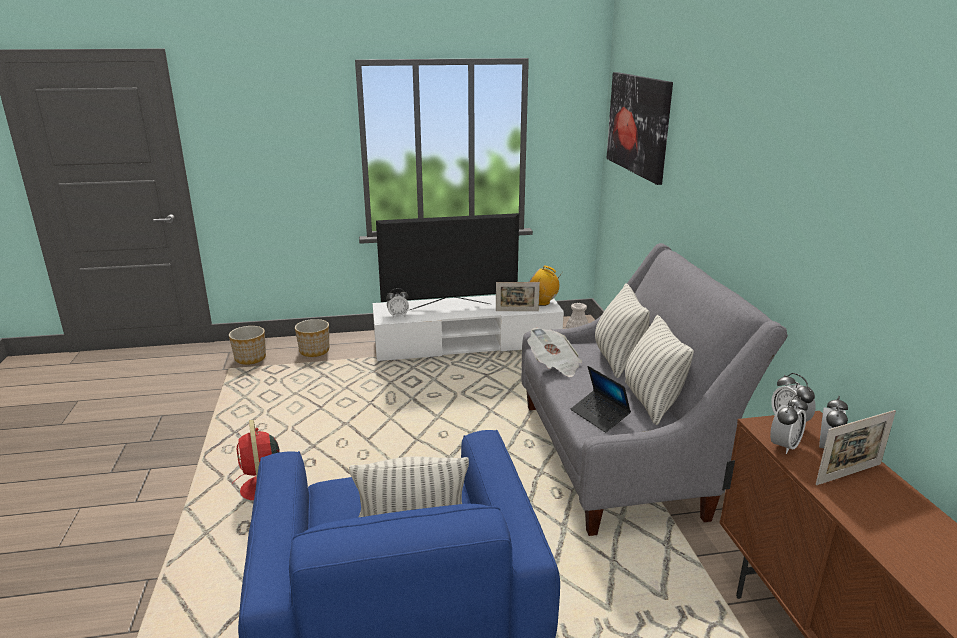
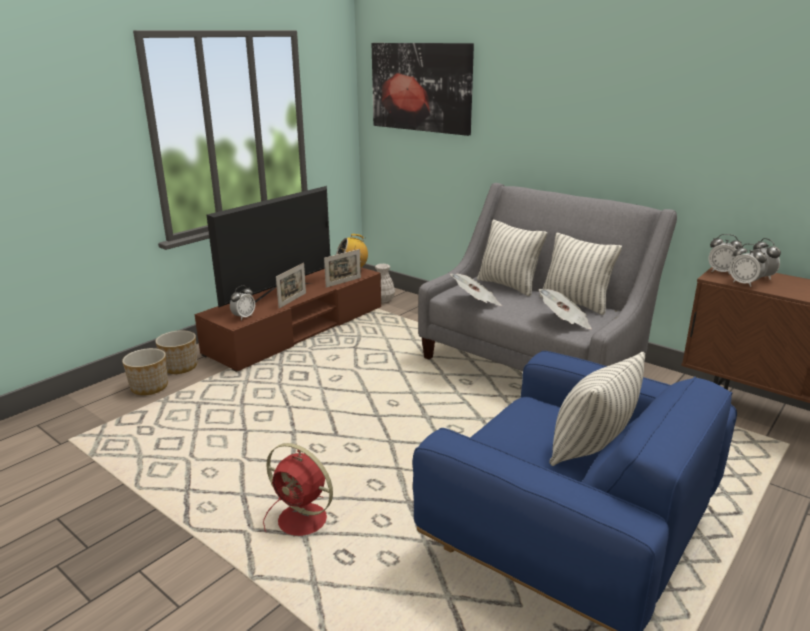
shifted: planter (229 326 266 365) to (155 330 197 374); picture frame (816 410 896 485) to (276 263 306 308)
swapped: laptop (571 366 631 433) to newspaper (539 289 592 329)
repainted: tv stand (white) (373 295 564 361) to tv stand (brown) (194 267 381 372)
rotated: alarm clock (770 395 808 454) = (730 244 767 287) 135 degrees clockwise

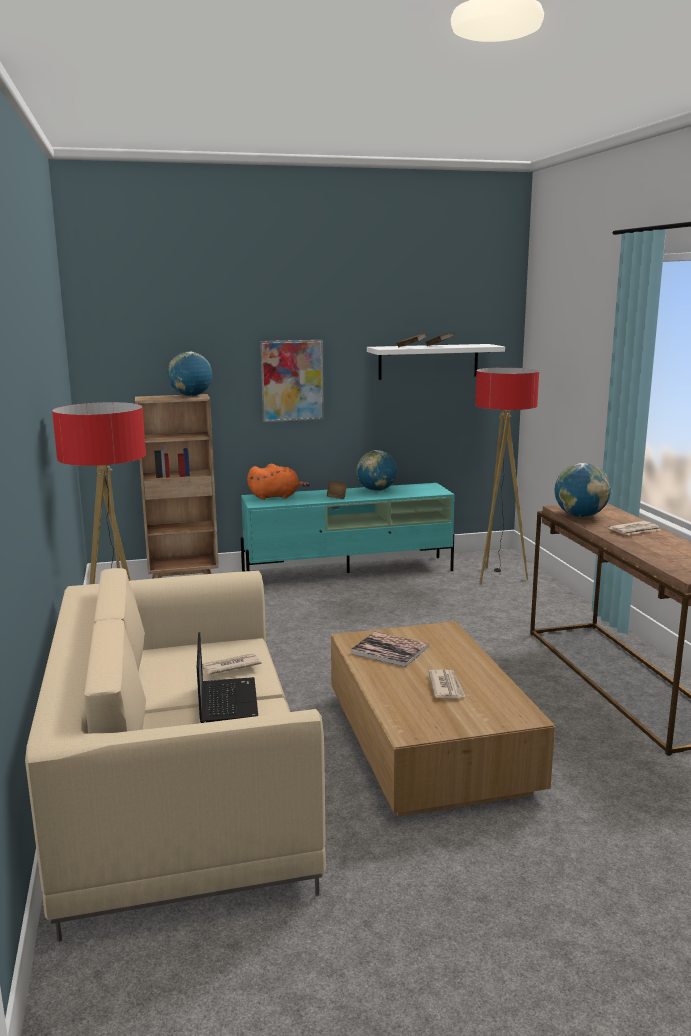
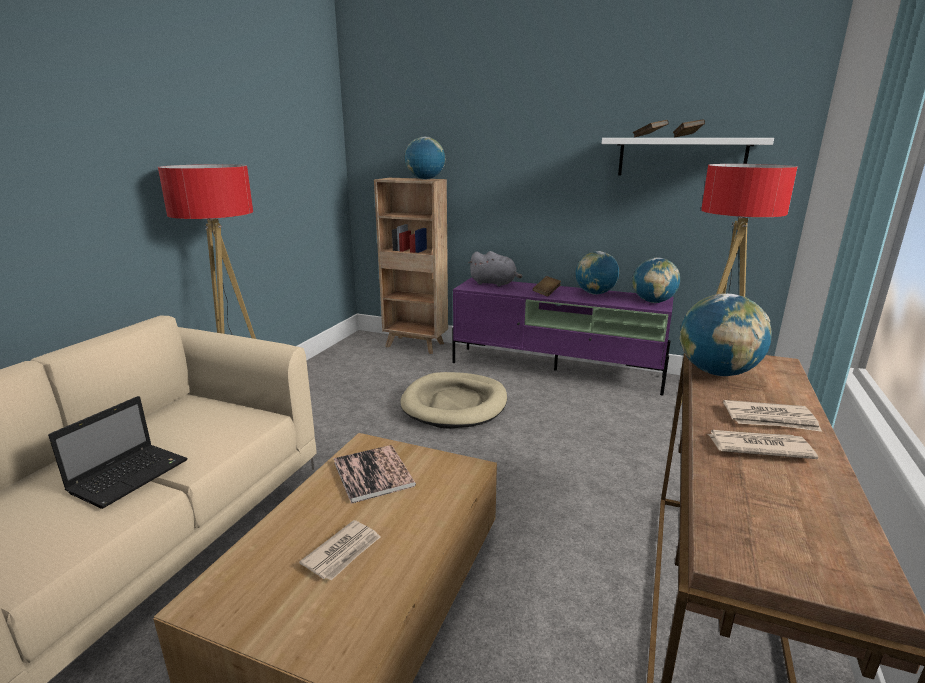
gone: picture (260 340 324 422)
new: dog bed (beige) (400 372 507 429); globe (632 258 680 303)
shifted: newspaper (202 653 262 675) to (708 430 818 459)
repainted: tv stand (turquoise) (241 483 455 573) to tv stand (purple) (452 278 673 396); plush toy (orange) (247 464 310 500) to plush toy (grey) (468 251 522 287)

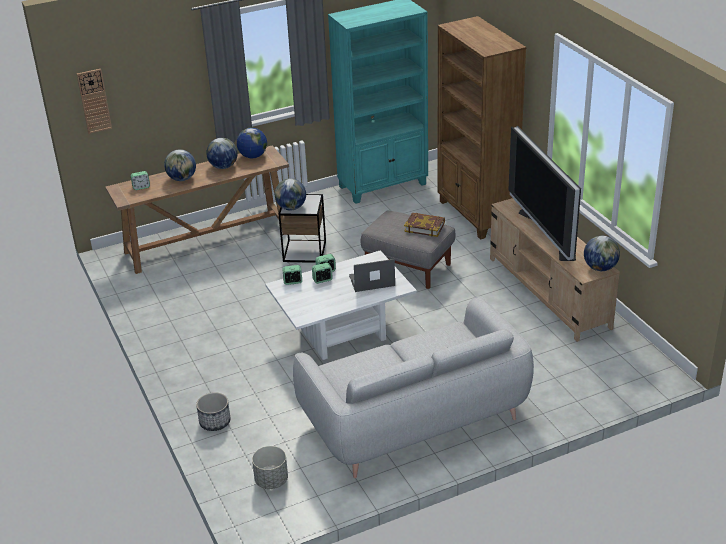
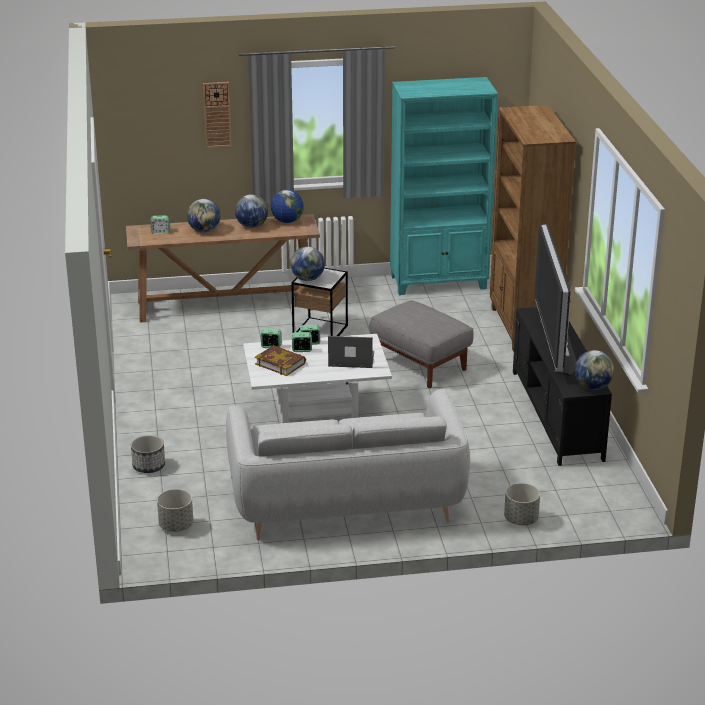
new: planter (grey) (504 483 540 525)
shifted: wall clock (77 69 112 134) to (203 82 231 148); book (404 213 445 237) to (255 345 306 376)
repainted: tv stand (beige) (490 198 620 342) to tv stand (black) (513 307 612 466)

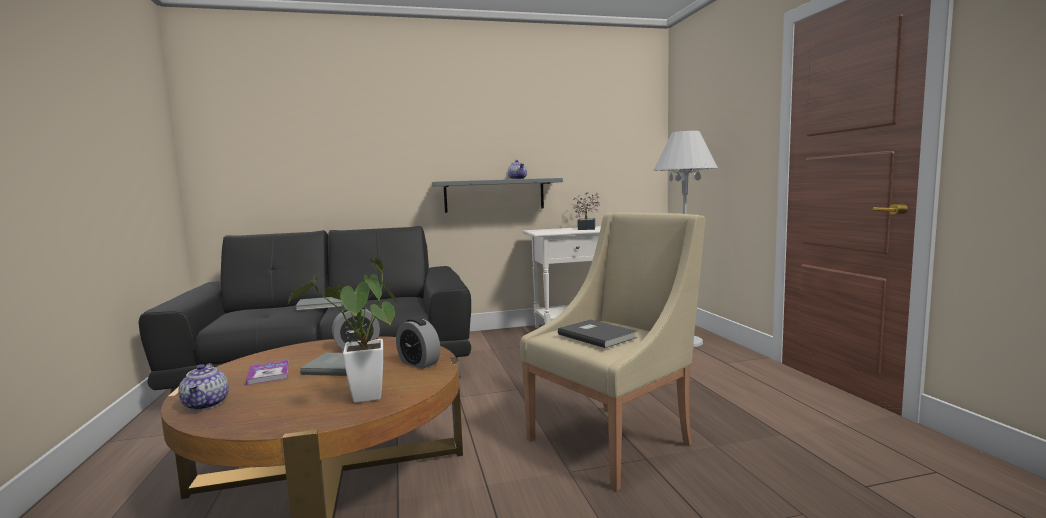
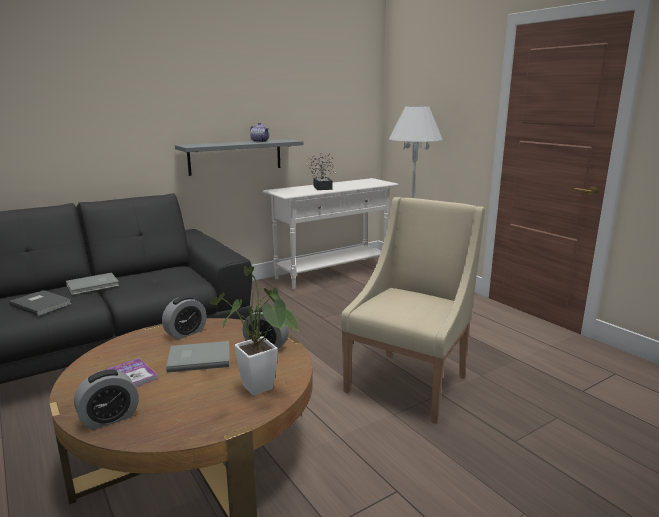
shifted: book (grey) (558 320 637 348) to (9 290 72 316)
swapped: teapot (178 363 229 410) to alarm clock (74 369 139 430)

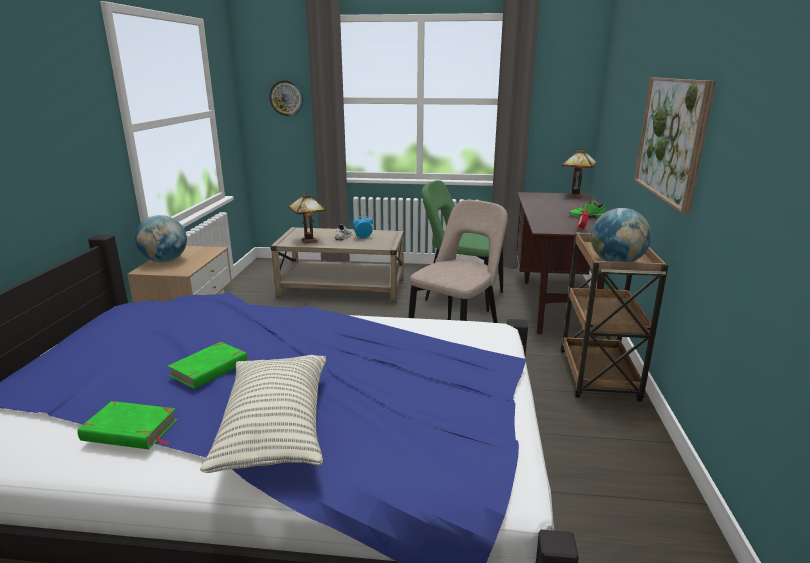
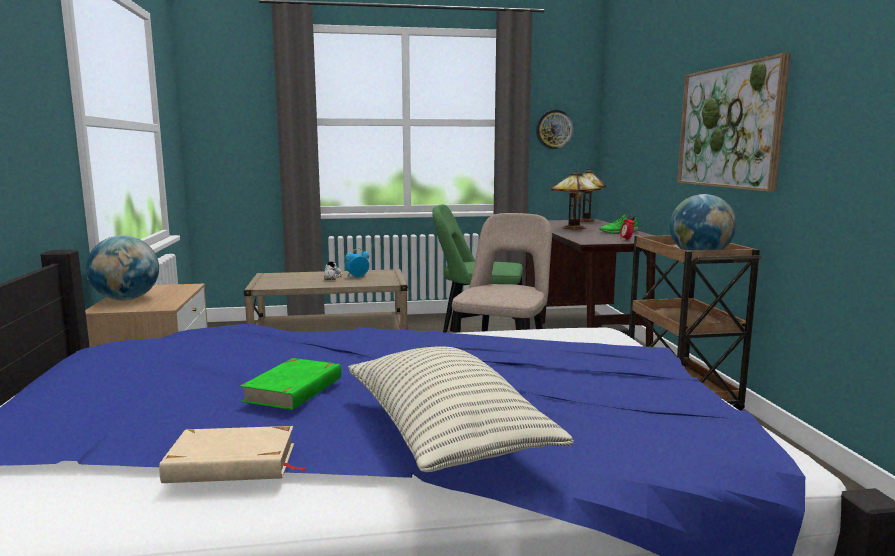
shifted: wall clock (269 80 303 116) to (536 110 574 149); table lamp (289 192 326 244) to (551 170 601 230)
repainted: book (green) (77 401 178 449) to book (beige) (159 426 306 483)

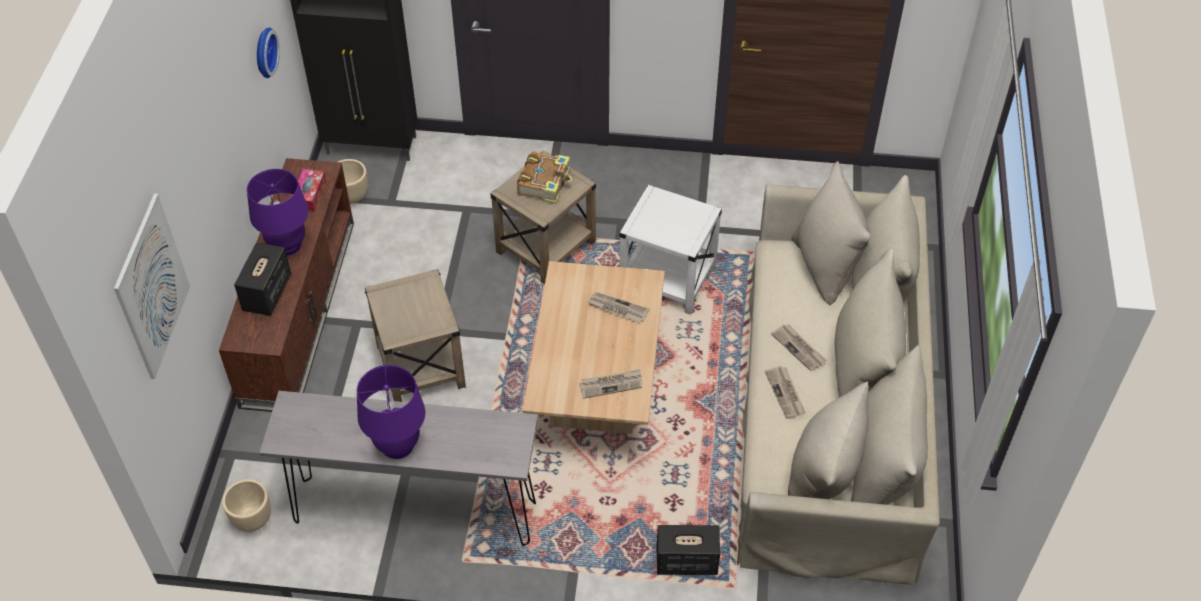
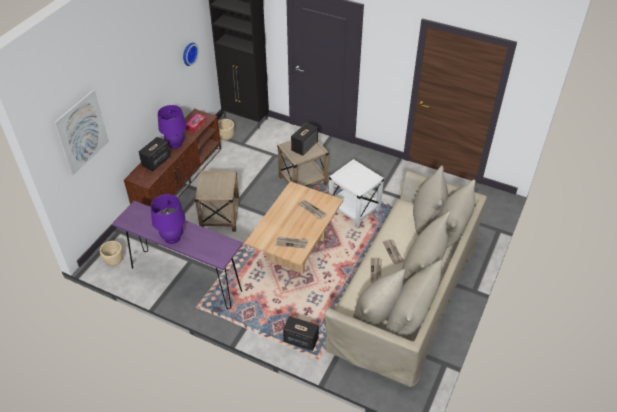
swapped: book (517 151 572 204) to speaker (291 122 318 156)
repainted: console table (grey) (259 391 538 546) to console table (purple) (112 201 243 309)

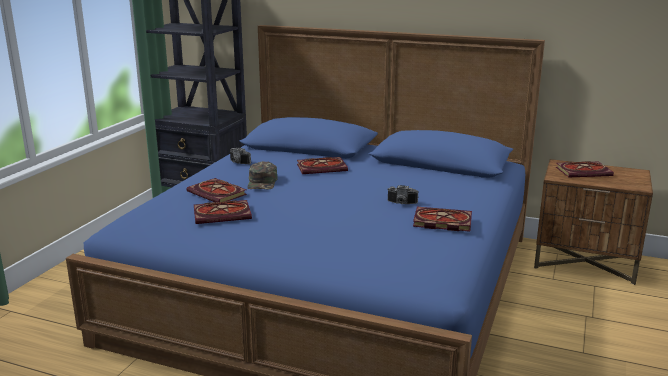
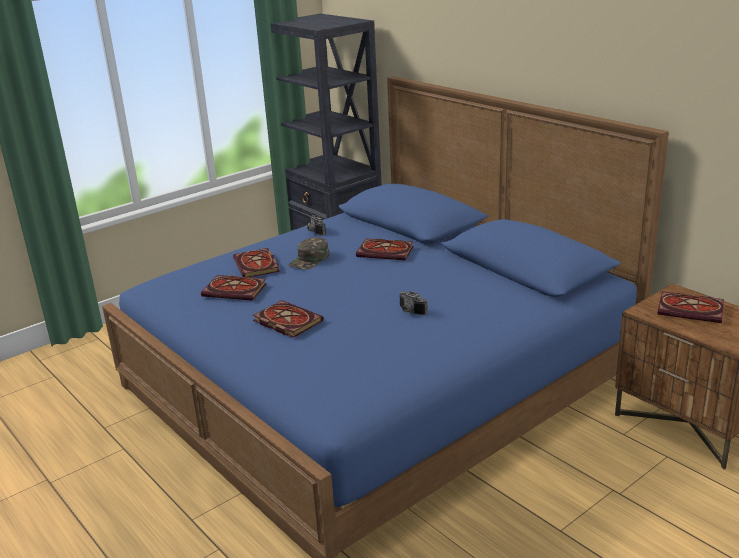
shifted: book (413 207 472 232) to (252 300 324 338)

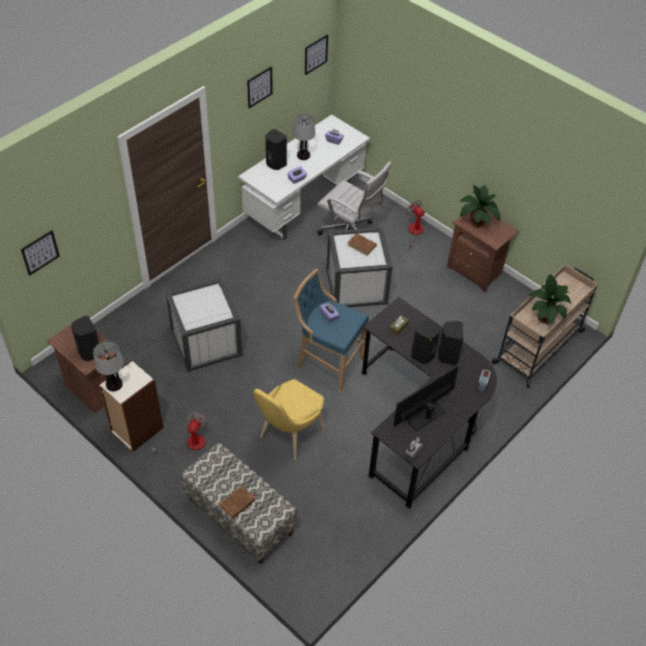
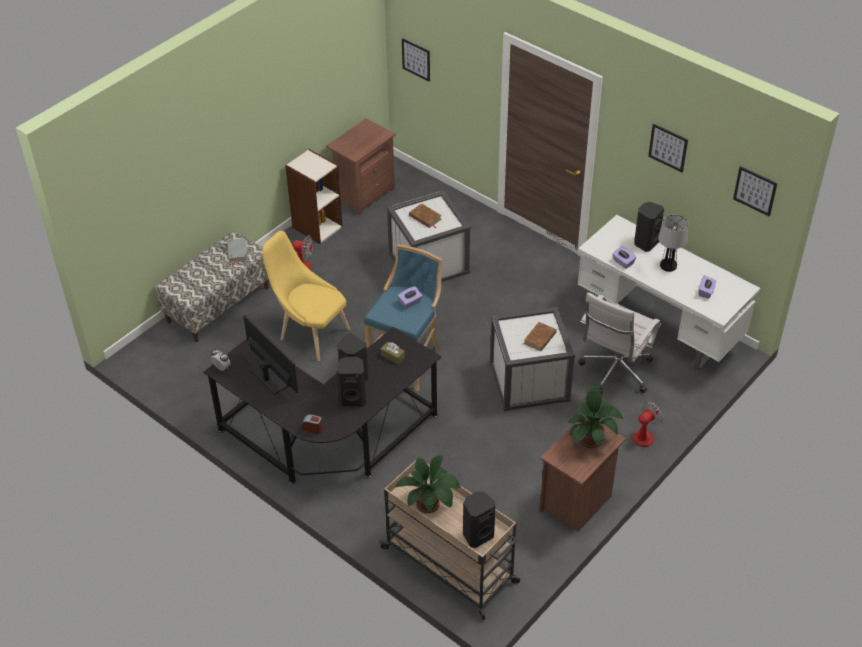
gone: table lamp (93 341 124 391)
new: book (grey) (227 238 248 265)
shifted: speaker (black) (71 316 101 361) to (463 492 496 548); book (brown) (220 486 255 519) to (409 203 442 229)

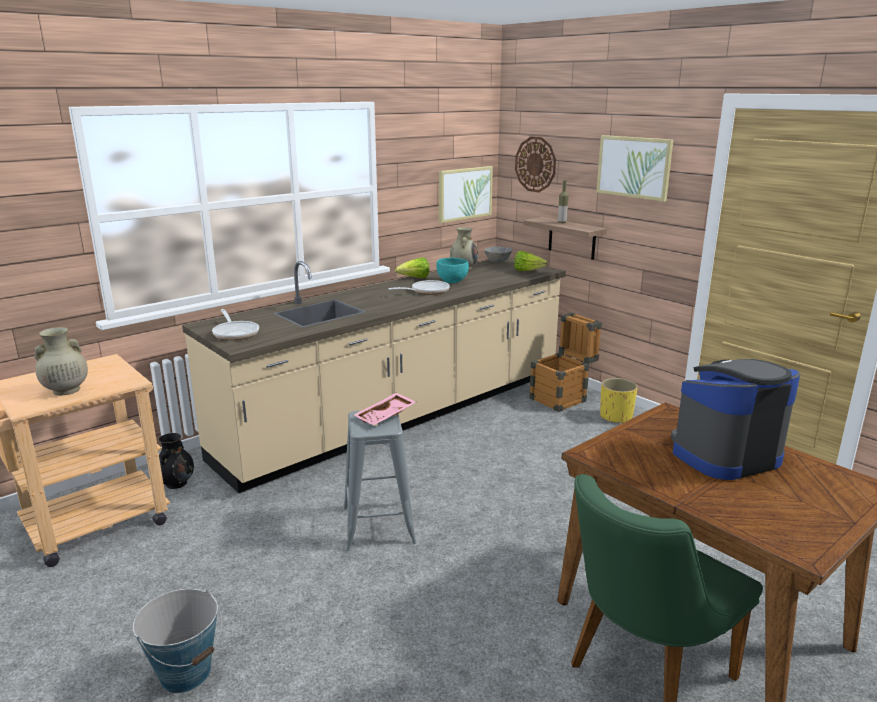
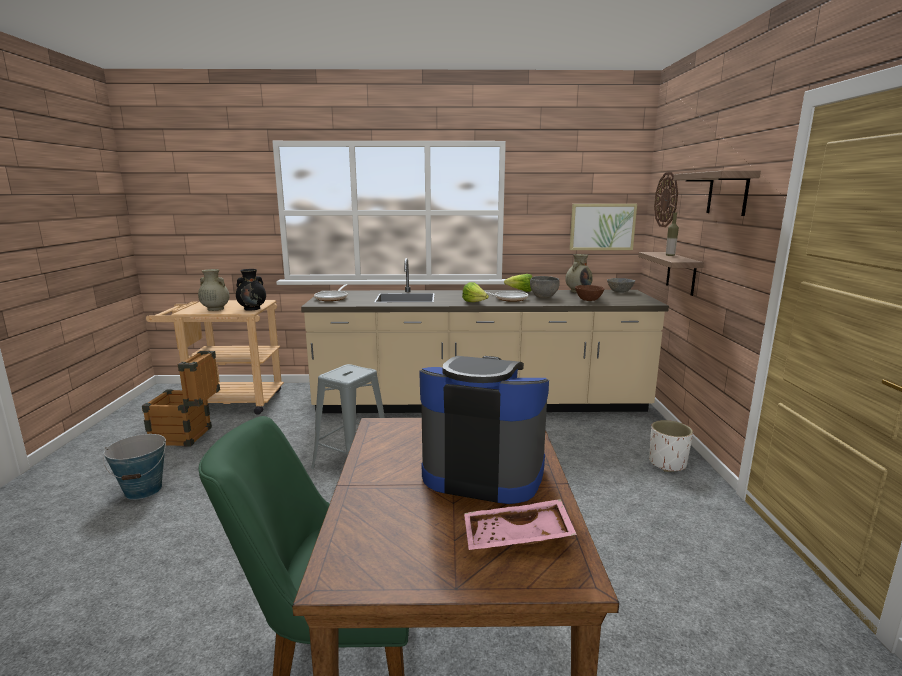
new: bowl (brown) (575 285 605 301)
shifted: vase (black) (159 433 194 489) to (236 269 266 311); tray (pink) (354 393 416 425) to (464 499 577 550); lettuce (514 251 548 271) to (462 282 489 302); crate (529 312 602 412) to (142 351 220 446)
swapped: picture (596 135 673 202) to shelf (673 171 761 216)
repainted: bowl (turquoise) (436 258 469 283) to bowl (grey) (530 276 560 298); planter (yellow) (600 378 638 424) to planter (white) (649 420 693 472)

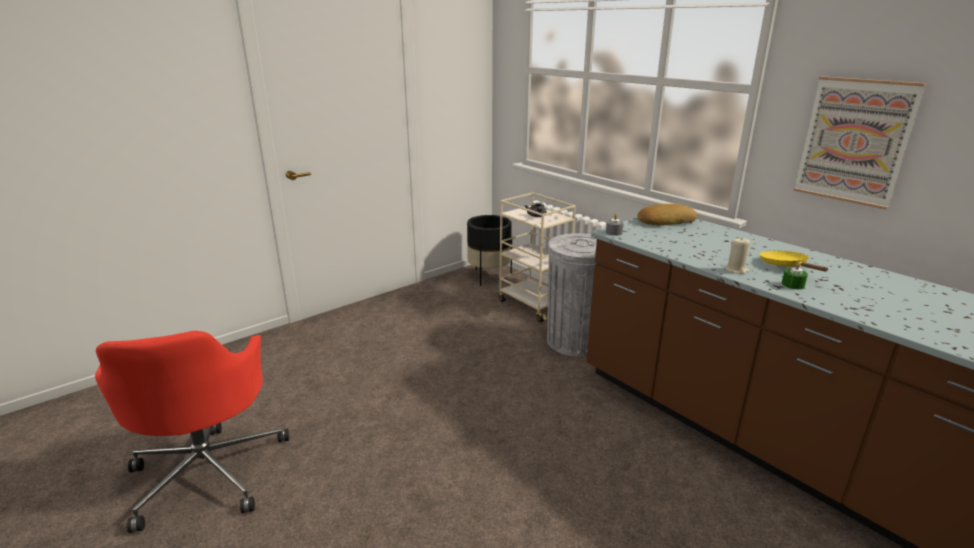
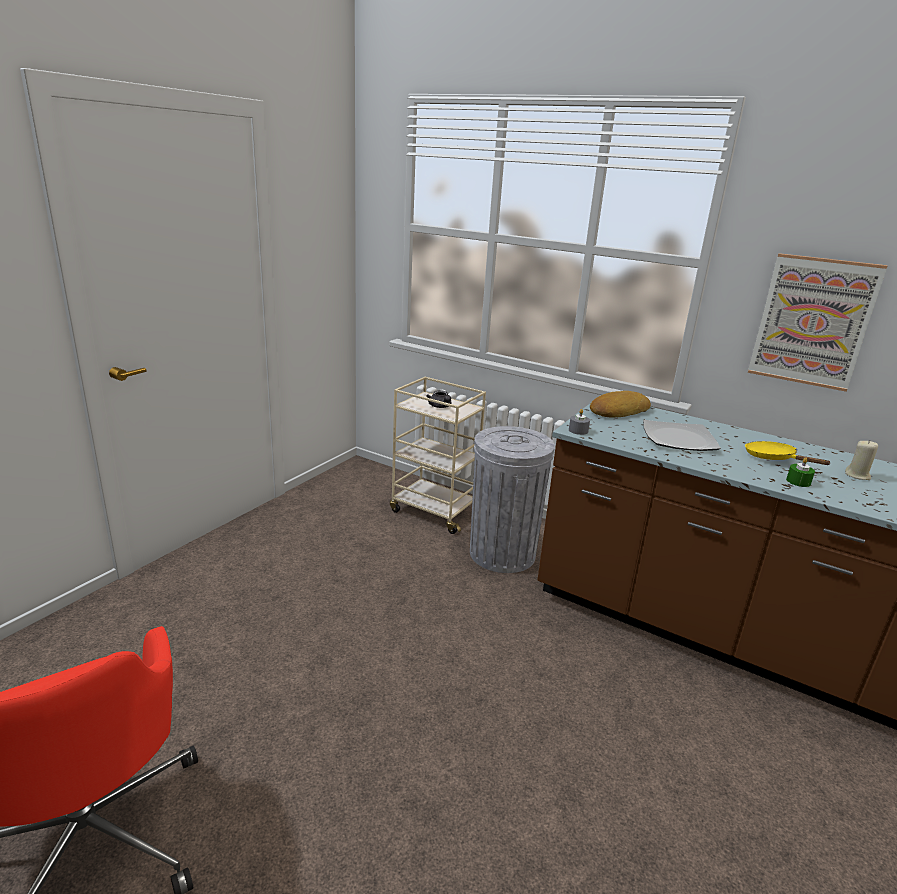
gone: planter (black) (467 215 512 286)
new: plate (643 420 721 451)
shifted: candle (beige) (724 237 751 274) to (845 440 878 480)

